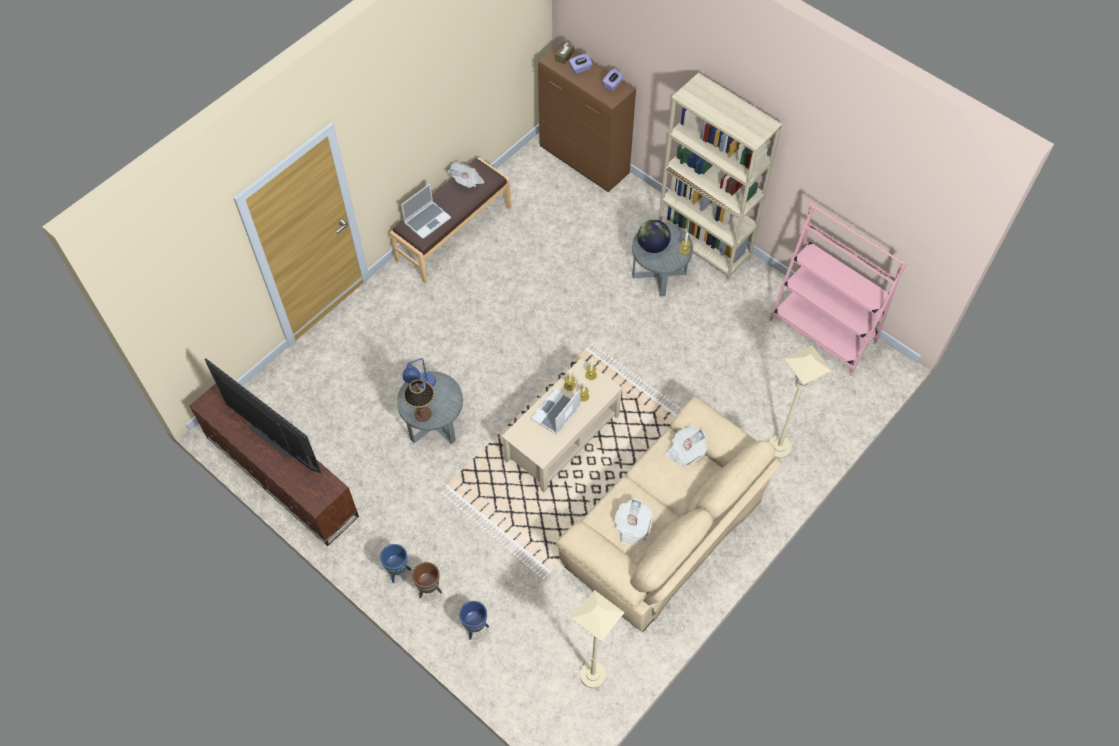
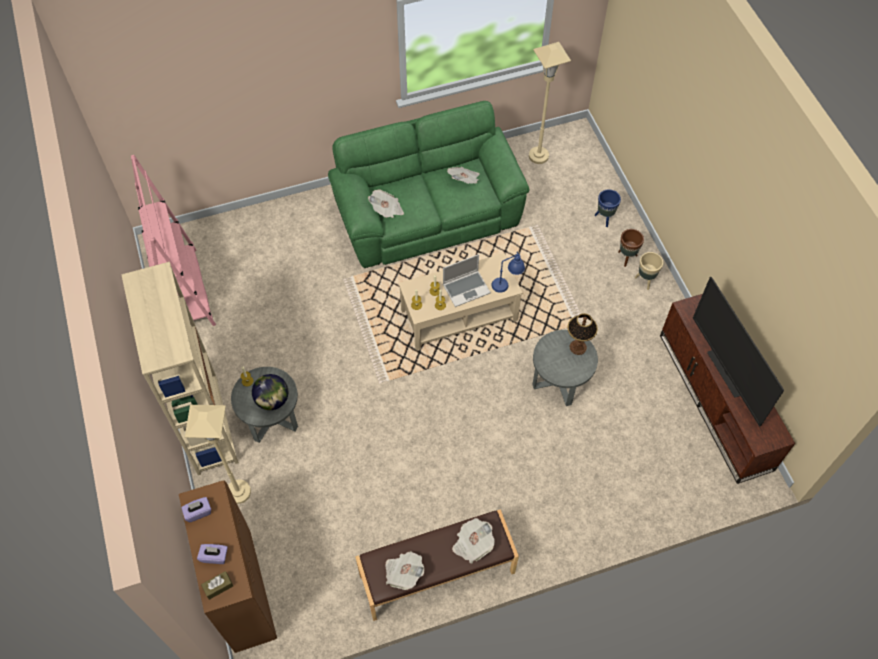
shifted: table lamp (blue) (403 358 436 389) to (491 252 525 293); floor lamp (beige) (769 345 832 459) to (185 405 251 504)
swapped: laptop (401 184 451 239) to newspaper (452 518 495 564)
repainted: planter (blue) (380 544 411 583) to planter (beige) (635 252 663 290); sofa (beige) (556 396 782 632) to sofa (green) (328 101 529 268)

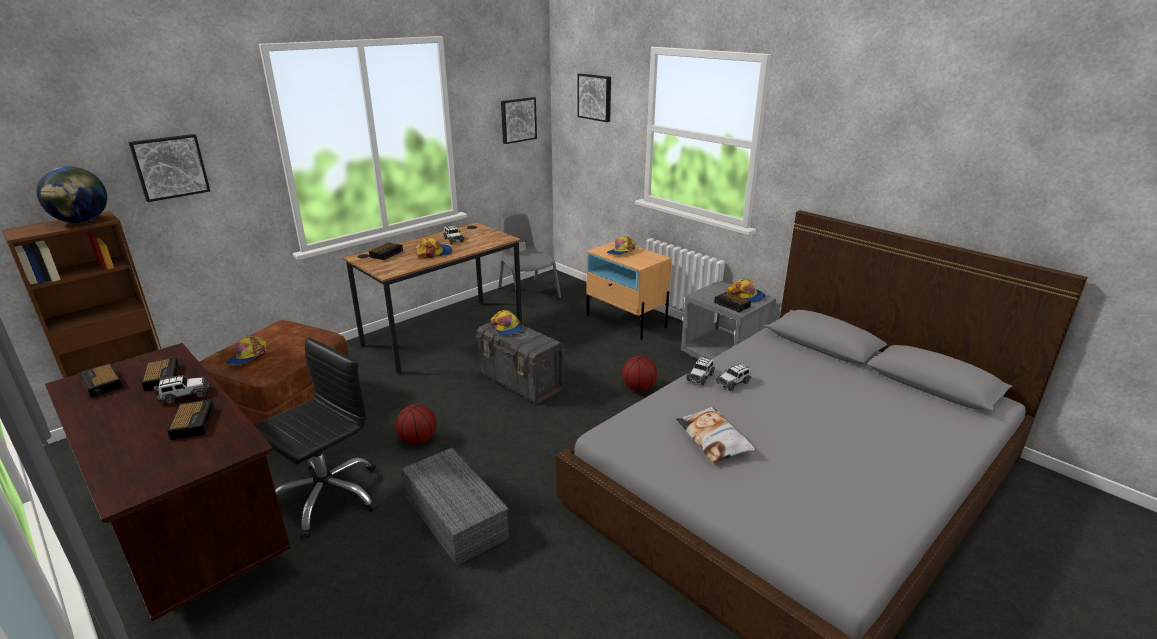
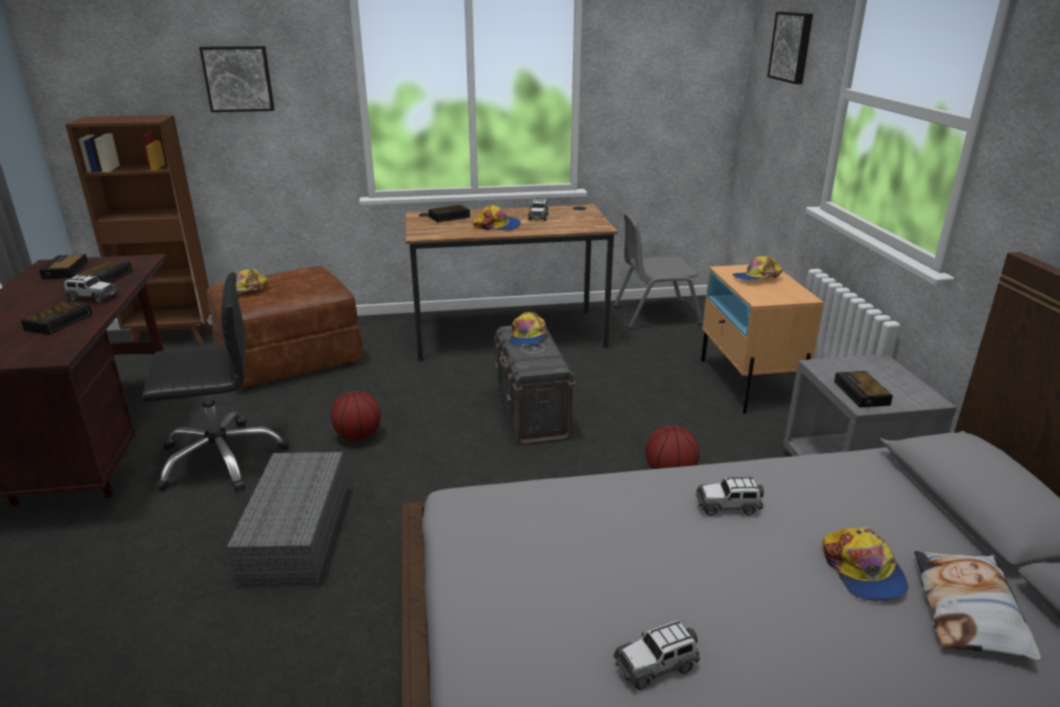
gone: globe (36 166 107 223); picture (501 97 537 144)
shifted: pillow (676 406 755 463) to (914 551 1041 661); toy car (686 356 715 385) to (613 620 700 690); cap (727 279 766 303) to (823 527 909 601)
rotated: chair (grey) (498 213 561 299) = (613 214 703 329) 105 degrees counterclockwise

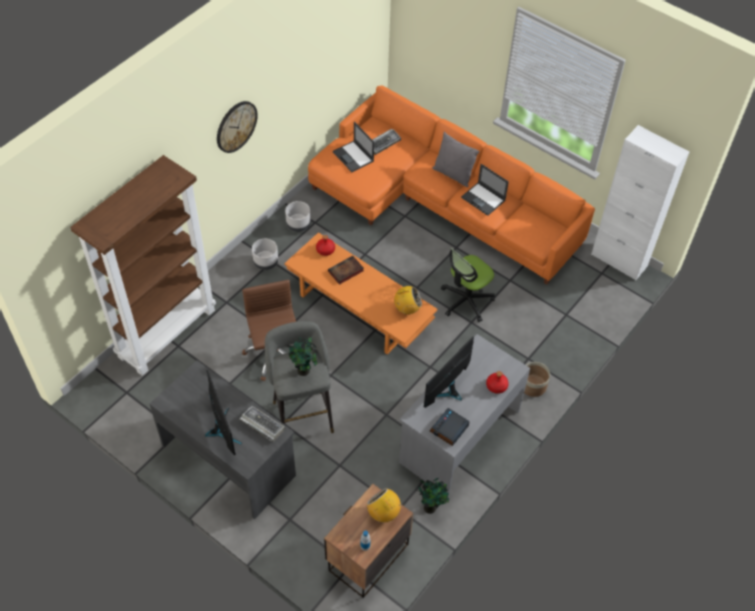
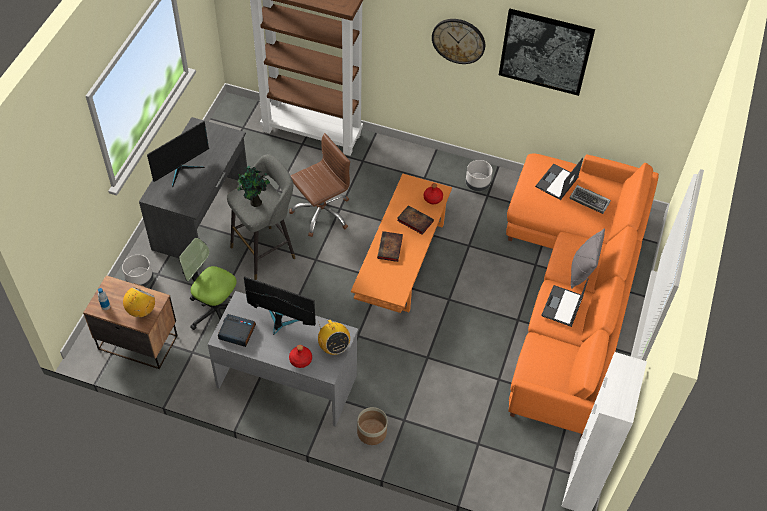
gone: keyboard (239 406 285 442); potted plant (418 478 449 514)
new: book (377 231 403 262); picture (499 9 595 96)
shifted: planter (grey) (252 239 278 270) to (122 255 153 287); radio (394 286 422 315) to (318 320 350 355); office chair (441 248 495 322) to (179 238 237 330)

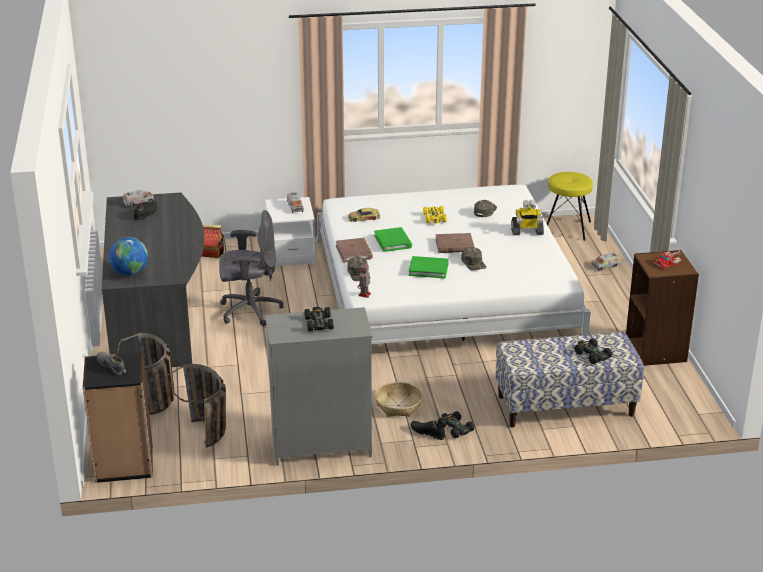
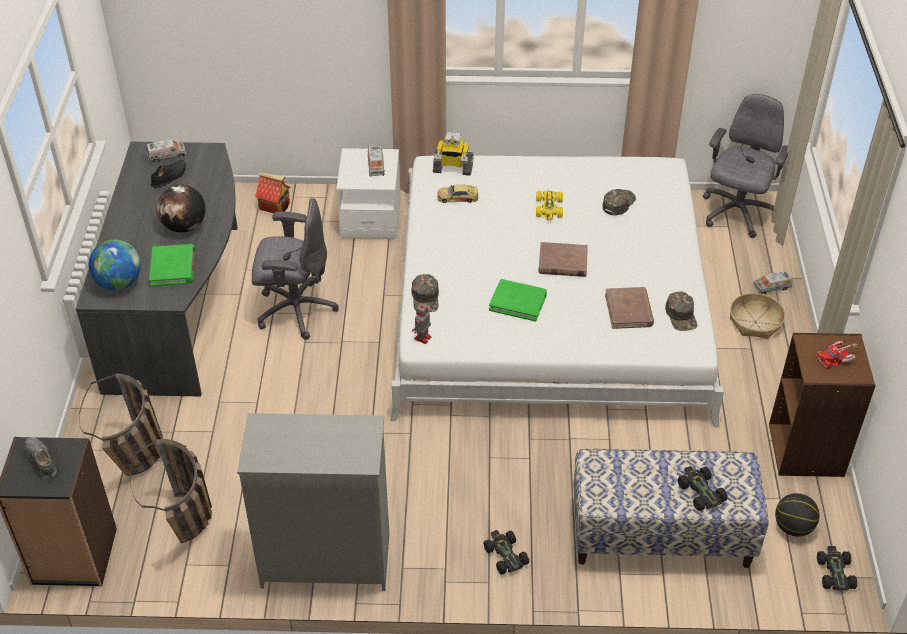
gone: shoe (black) (411 420 446 440)
new: globe (156 184 206 233); basketball (775 493 820 537)
shifted: toy car (black) (304 307 334 331) to (817 546 857 590); book (brown) (336 238 373 263) to (605 287 654 329); book (green) (374 227 412 252) to (149 244 195 286); basket (375 382 422 417) to (730 293 785 339); cap (green) (461 247 486 271) to (665 292 697 331); toy robot (511 200 544 235) to (433 132 473 176)
swapped: stool (yellow) (547 172 593 241) to office chair (grey) (703 94 788 238)

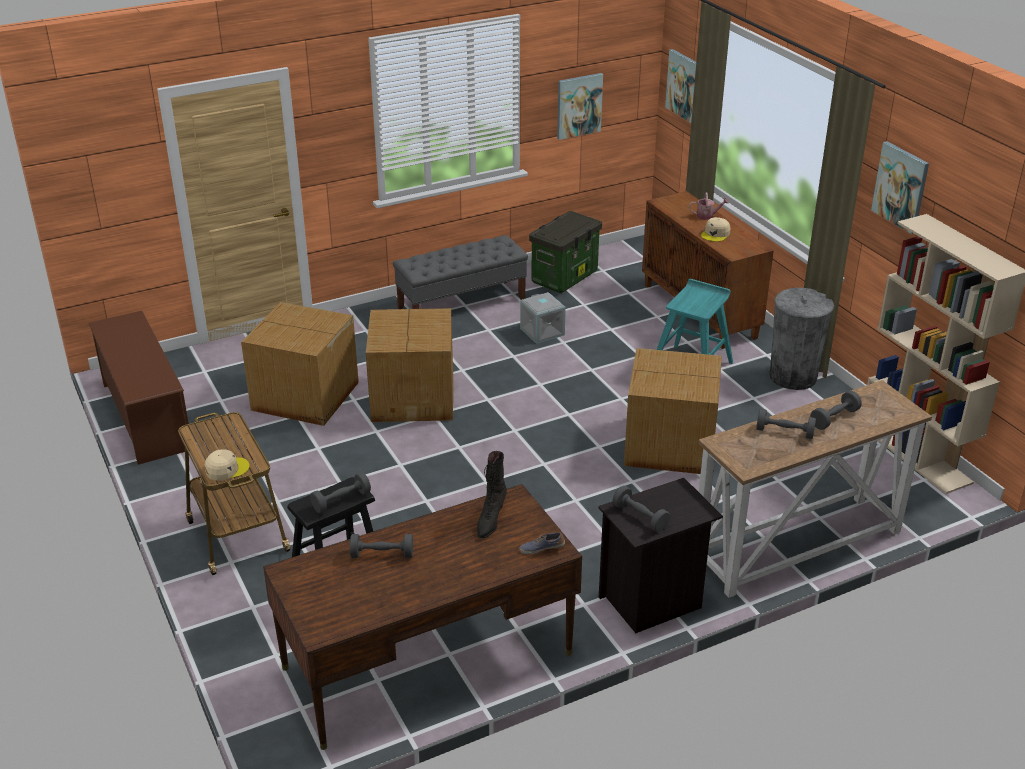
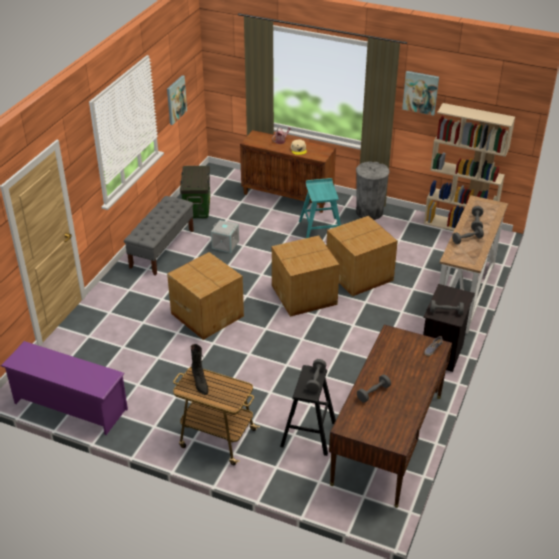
gone: cap (beige) (205 449 250 481); picture (665 49 696 123)
shifted: cardboard box (241 302 359 426) to (272 235 340 317); boot (black) (477 451 507 538) to (191 344 208 395)
repainted: shoe rack (brown) (88 311 189 465) to shoe rack (purple) (1 341 128 435)

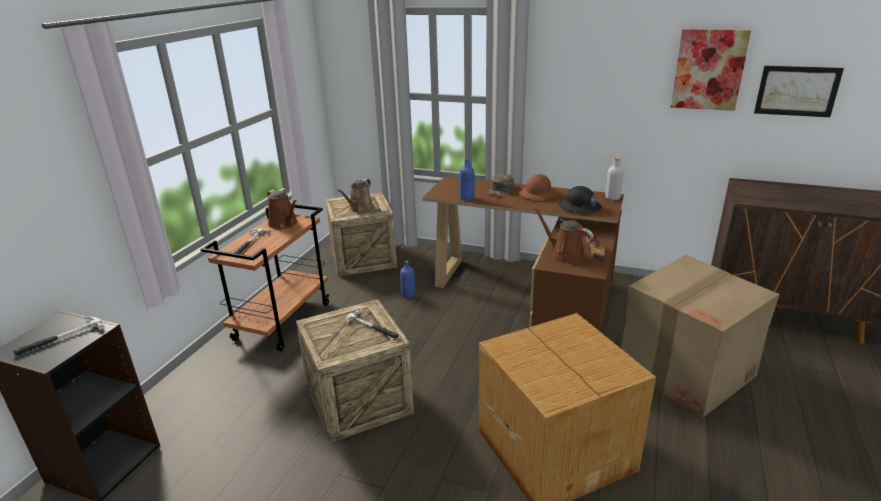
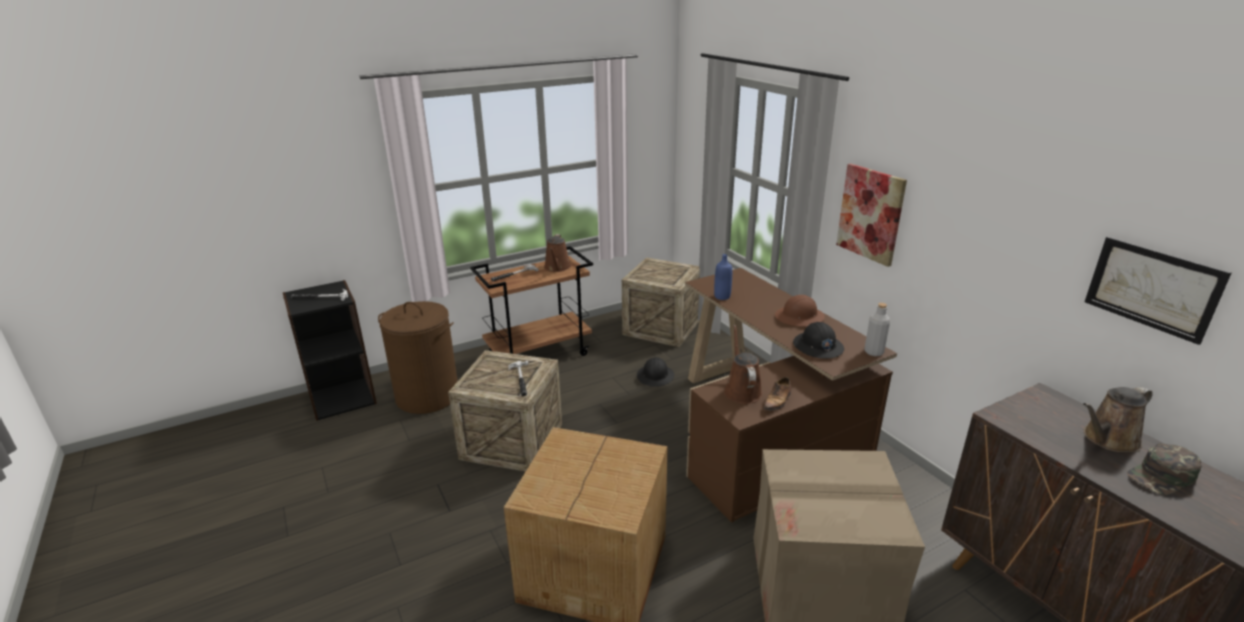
new: laundry basket (brown) (378 301 458 414)
shifted: watering can (brown) (338 179 374 213) to (1083 386 1153 452); cap (green) (487 174 514 196) to (1127 444 1202 495); picture (671 29 751 111) to (836 164 907 267)
swapped: bottle (blue) (400 261 415 298) to hard hat (black) (637 357 674 387)

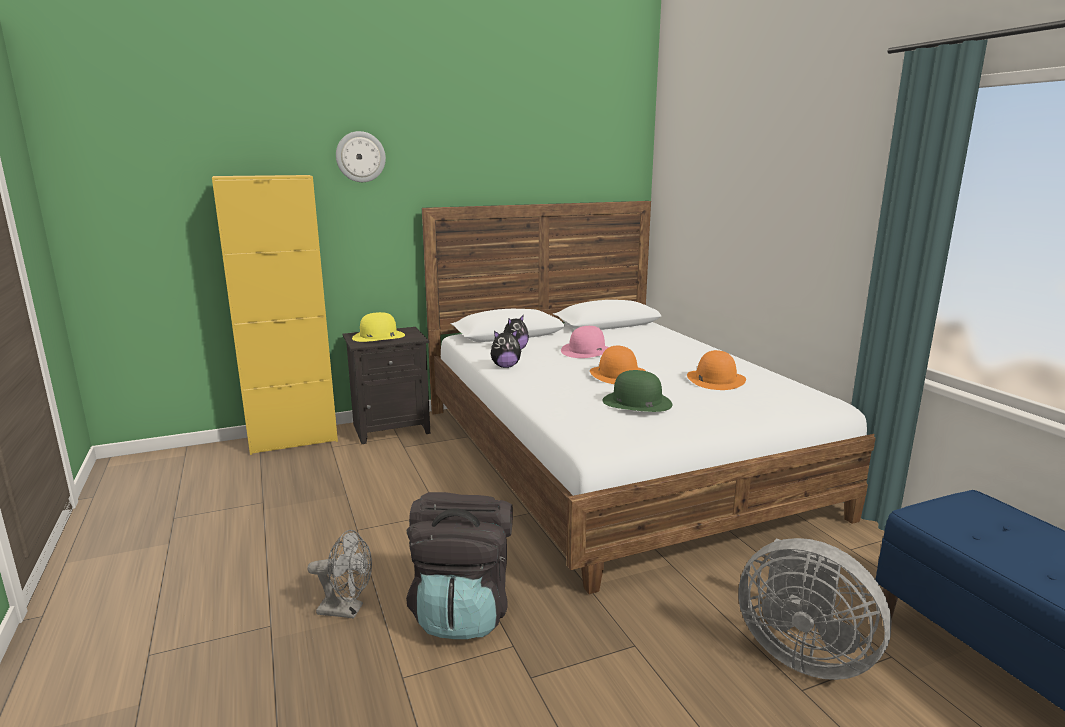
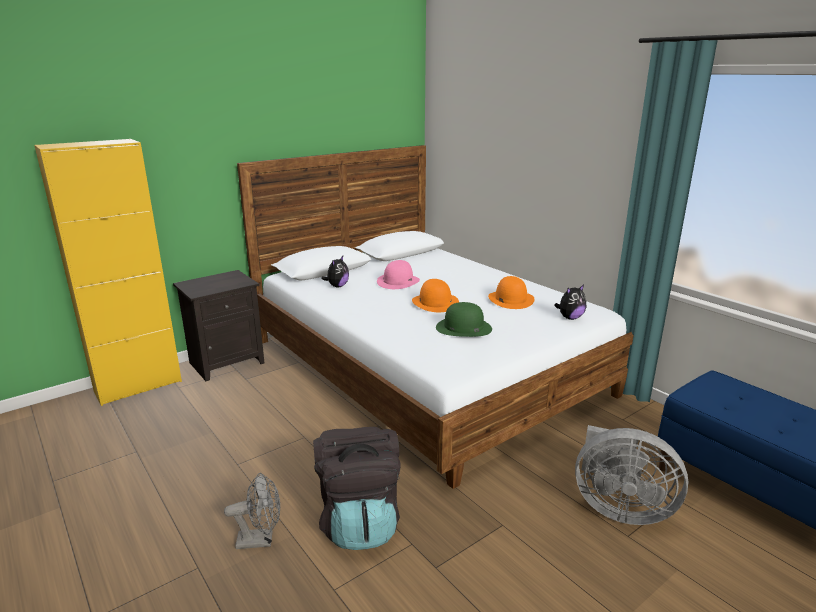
gone: wall clock (336 131 386 182); hat (yellow) (352 312 405 342)
shifted: plush toy (491 330 522 368) to (554 285 586 320)

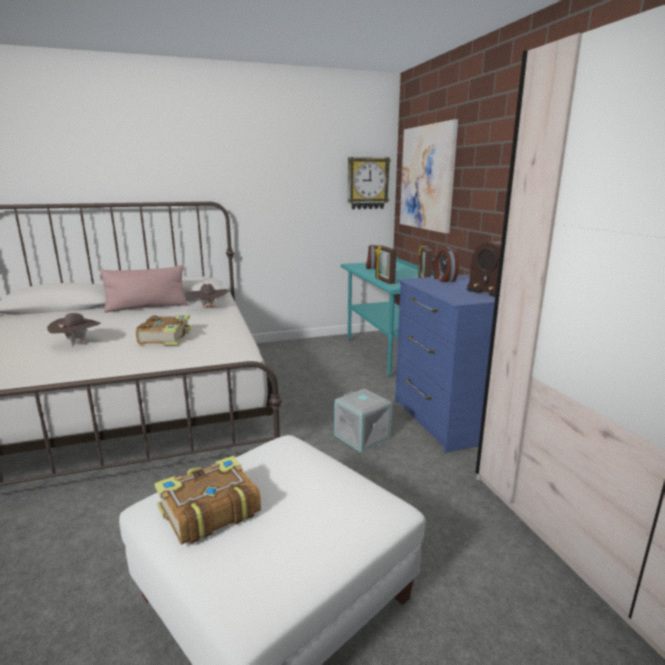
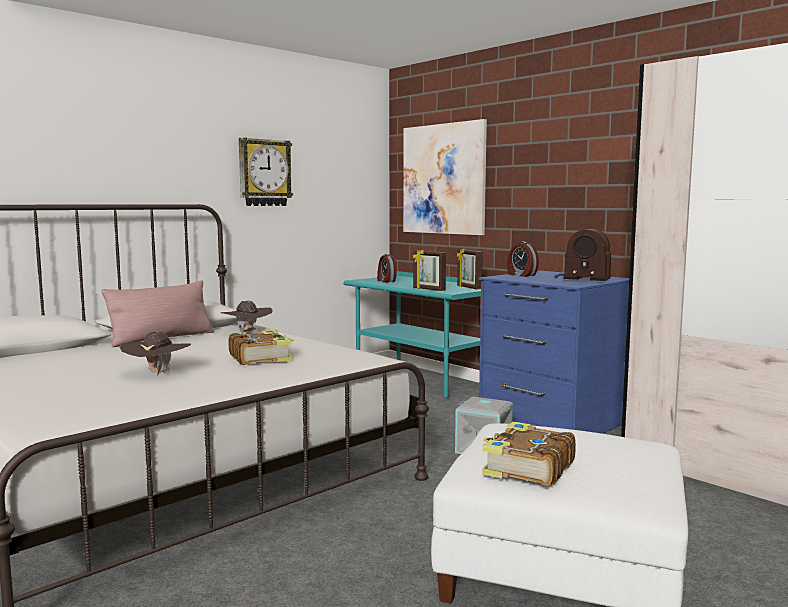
shifted: wall clock (348 157 391 209) to (239 138 293 206)

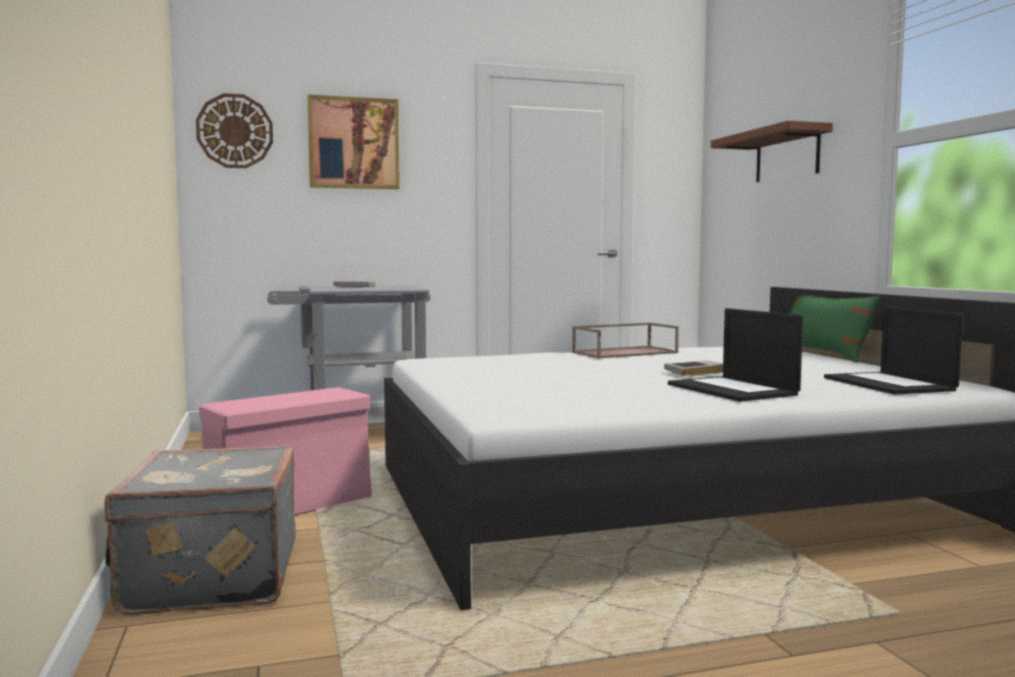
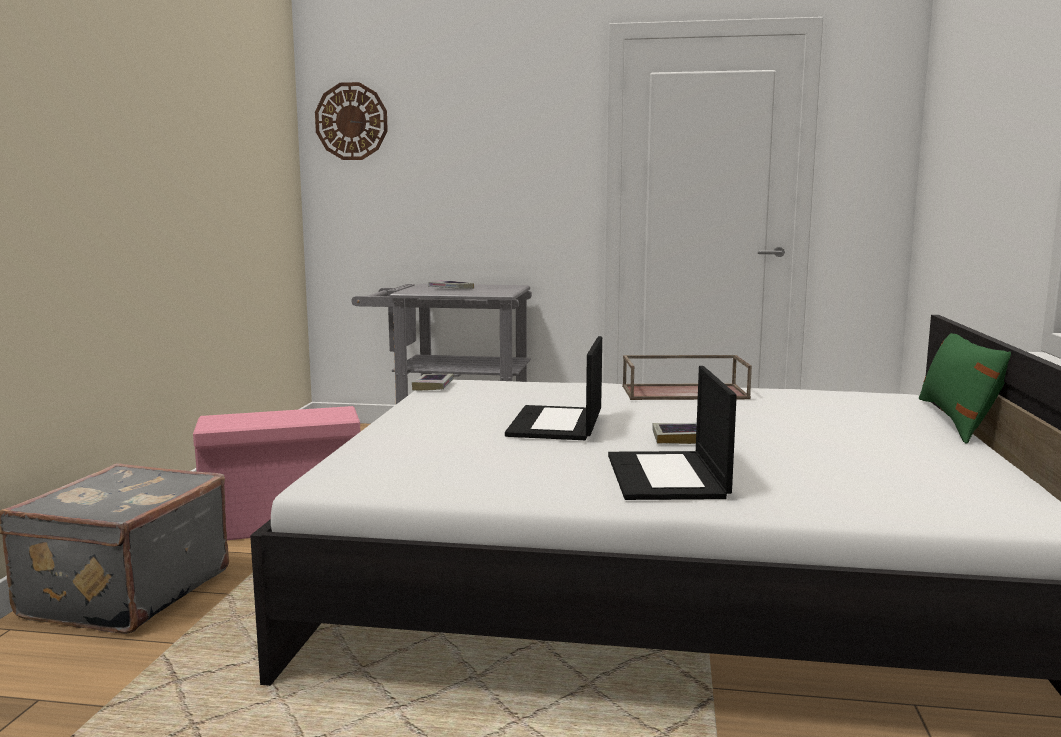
gone: picture (307 95 400 189); shelf (brown) (711 120 833 182)
new: book (412 374 454 391)
shifted: laptop (824 307 963 395) to (505 336 602 440)

